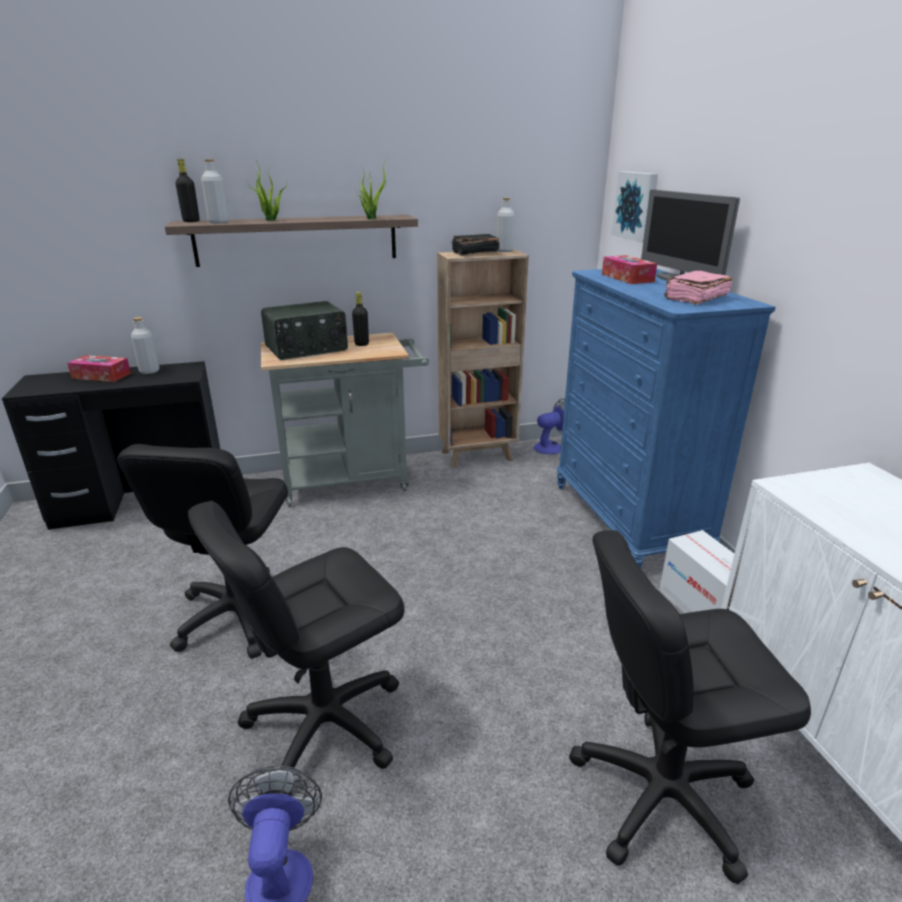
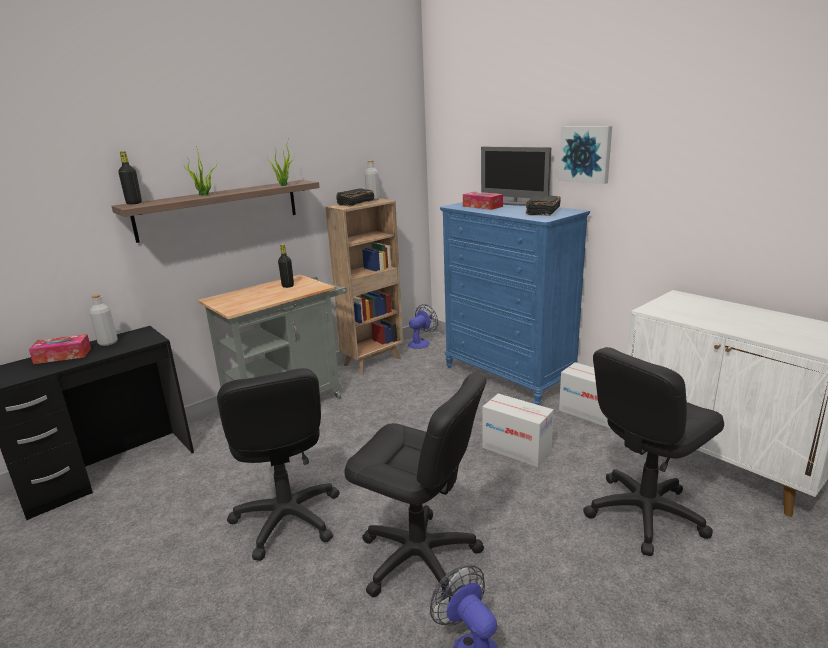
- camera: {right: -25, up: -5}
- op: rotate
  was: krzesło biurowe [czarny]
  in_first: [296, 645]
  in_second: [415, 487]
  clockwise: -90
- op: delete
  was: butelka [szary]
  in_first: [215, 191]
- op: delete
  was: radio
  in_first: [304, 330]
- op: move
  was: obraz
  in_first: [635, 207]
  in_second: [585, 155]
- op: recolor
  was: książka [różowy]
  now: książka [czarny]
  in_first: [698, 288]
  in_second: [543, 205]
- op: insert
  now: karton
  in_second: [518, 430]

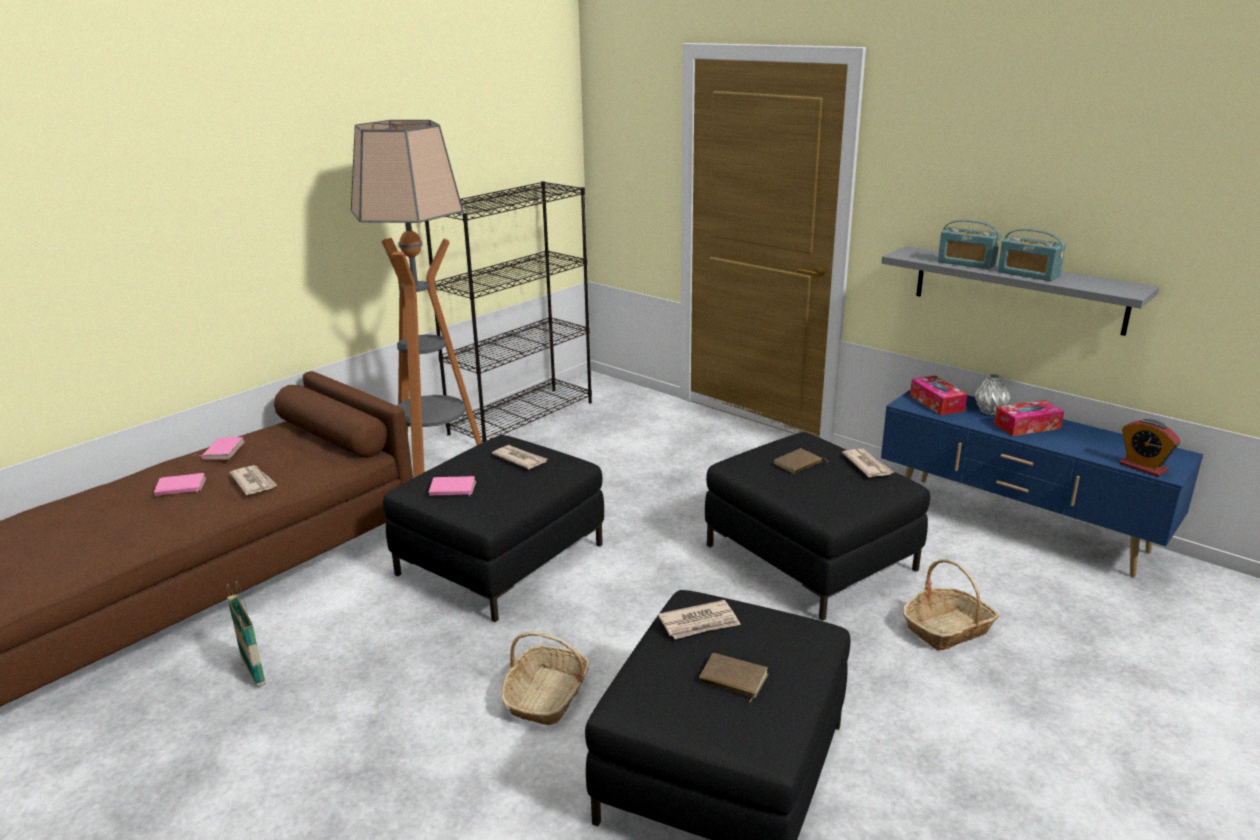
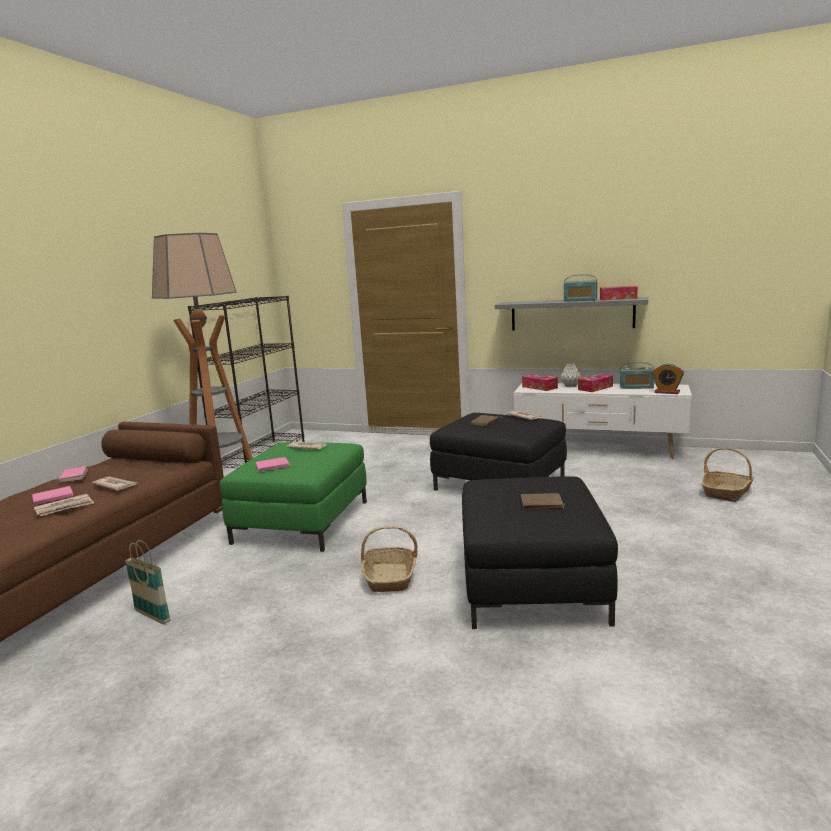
- camera: {right: -20, up: -10}
- op: recolor
  was: pufa [czarny]
  now: pufa [zielony]
  in_first: [493, 528]
  in_second: [293, 497]
- op: move
  was: gazeta
  in_first: [699, 619]
  in_second: [64, 505]
- op: recolor
  was: szafka pod telewizor [niebieski]
  now: szafka pod telewizor [biały]
  in_first: [1042, 483]
  in_second: [603, 421]
- op: move
  was: koszyk
  in_first: [951, 605]
  in_second: [727, 475]
- op: move
  was: radio
  in_first: [969, 244]
  in_second: [637, 375]
- op: insert
  now: pudełko chusteczek
  in_second: [619, 293]

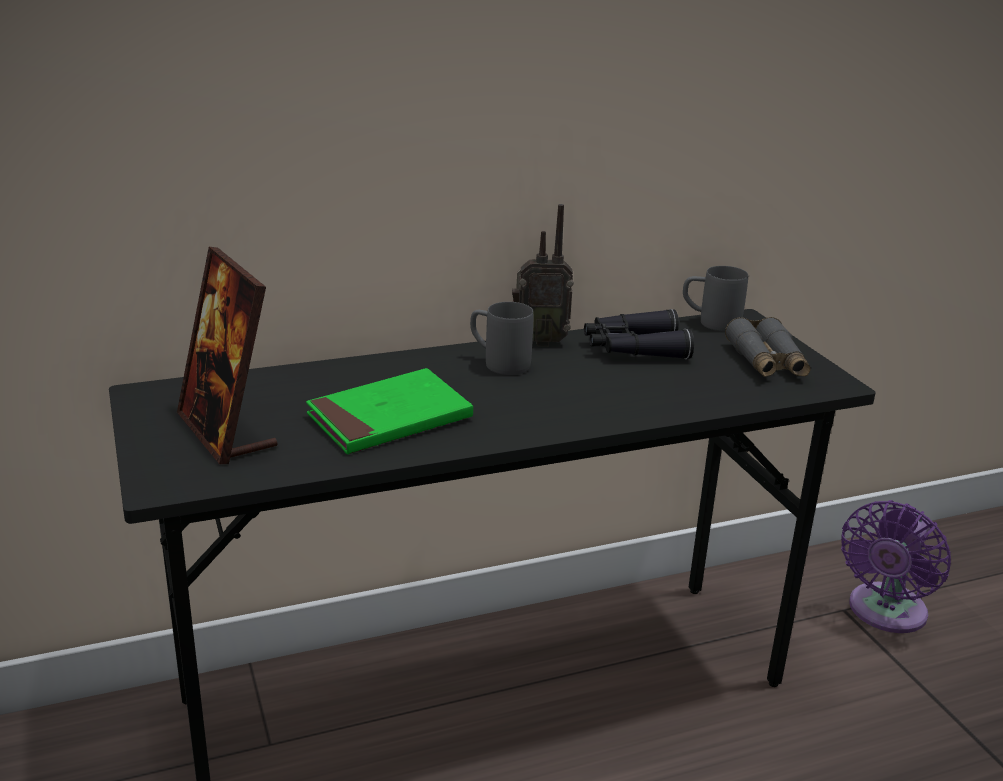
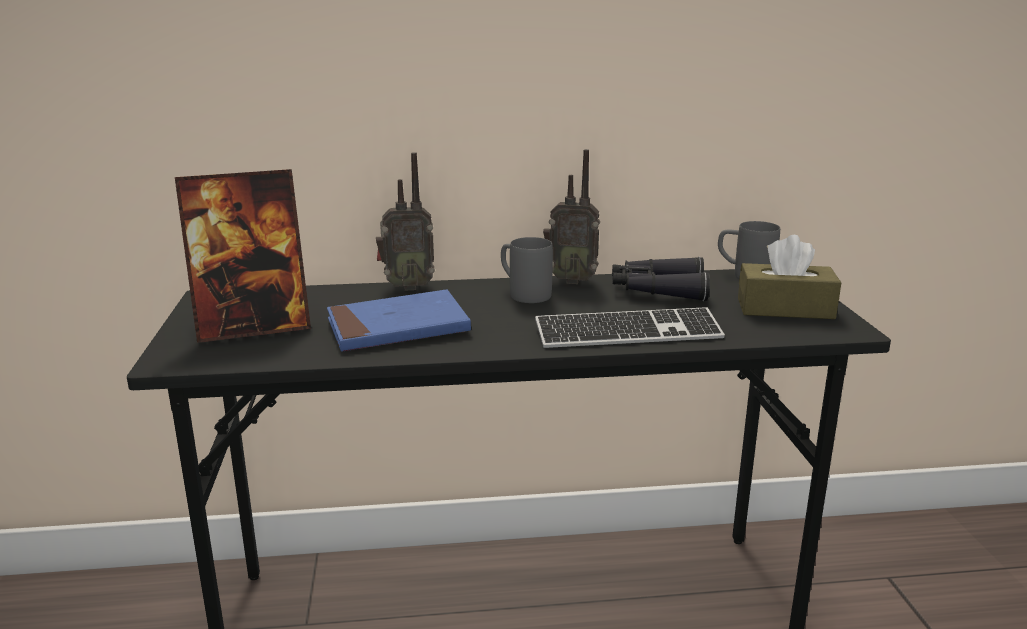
- camera: {right: 15, up: -5}
- op: rotate
  was: ramka na zdjęcie
  in_first: [227, 355]
  in_second: [243, 256]
  clockwise: -90
- op: recolor
  was: książka [zielony]
  now: książka [niebieski]
  in_first: [389, 411]
  in_second: [399, 321]
- op: replace
  was: lornetka [szary]
  now: pudełko chusteczek [brązowy]
  in_first: [768, 347]
  in_second: [789, 277]
- op: delete
  was: wentylator [fioletowy]
  in_first: [896, 566]
- op: insert
  now: radio
  in_second: [405, 221]
- op: insert
  now: klawiatura
  in_second: [630, 327]

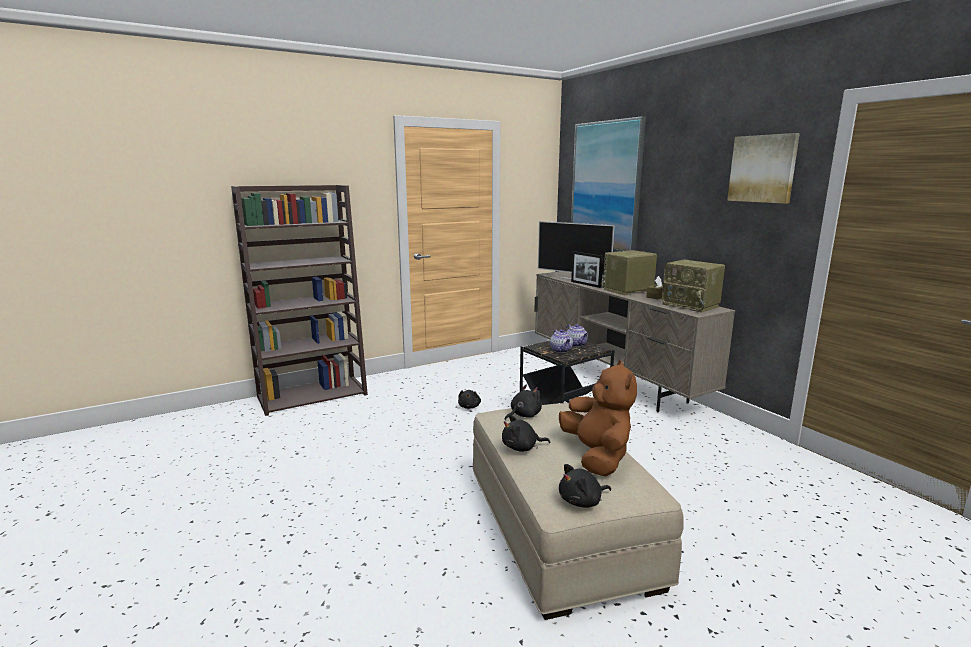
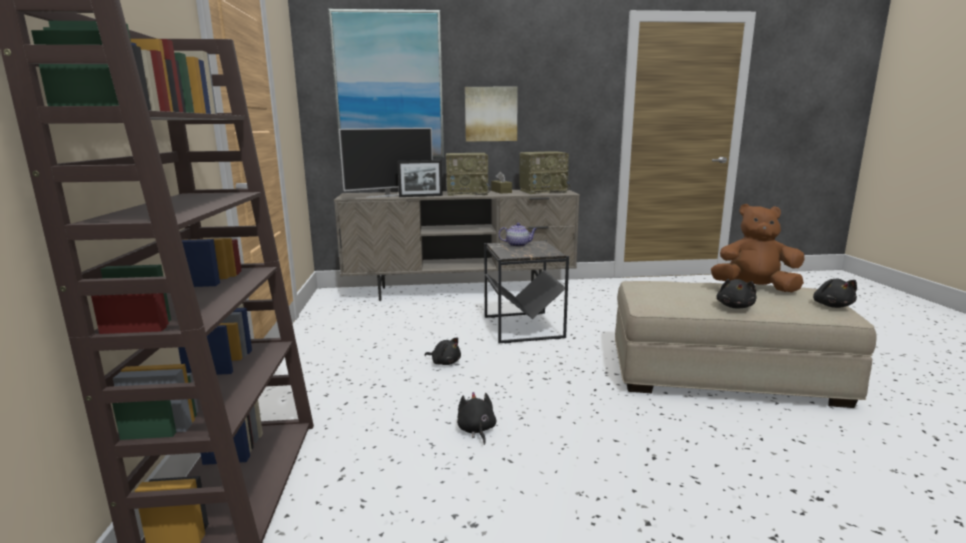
- camera: {right: -65, up: 0}
- op: move
  was: pluszak [czarny]
  in_first: [523, 402]
  in_second: [476, 418]
- op: delete
  was: imbryk
  in_first: [561, 341]
- op: rotate
  was: radio
  in_first: [629, 272]
  in_second: [468, 174]
  clockwise: -90
- op: move
  was: obraz
  in_first: [763, 168]
  in_second: [491, 114]

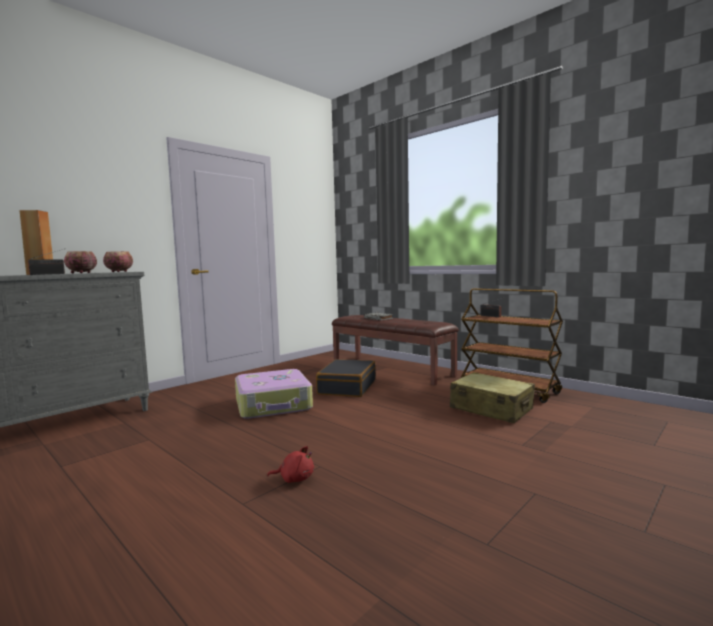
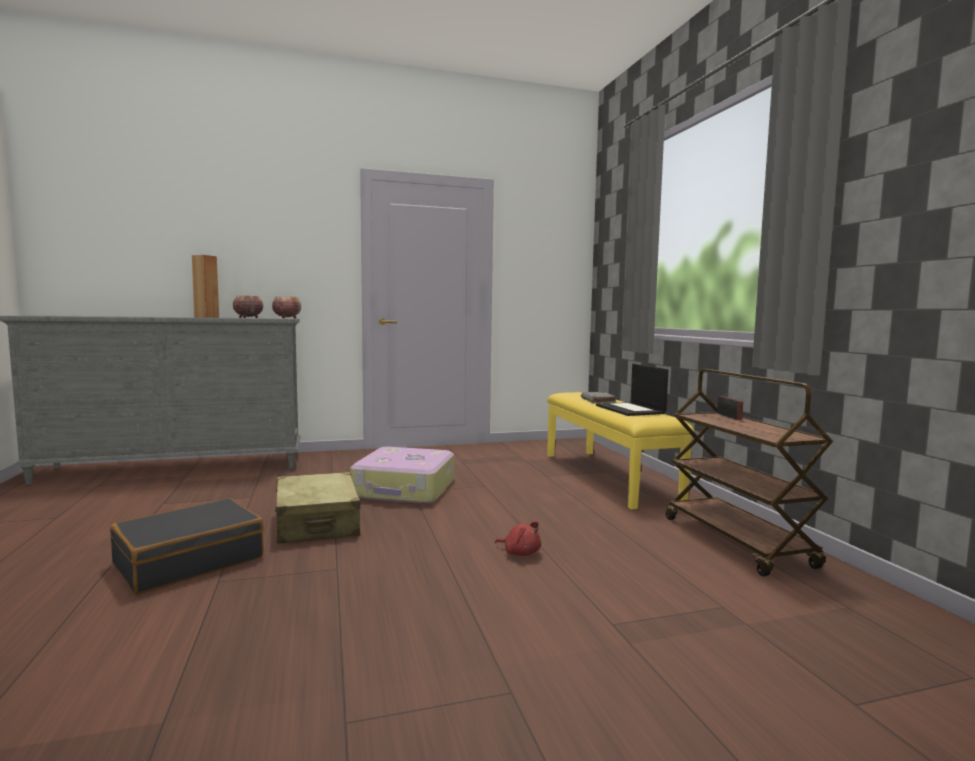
- camera: {right: 30, up: 0}
- op: delete
  was: radio
  in_first: [46, 262]
- op: move
  was: pluszak [czerwony]
  in_first: [290, 464]
  in_second: [518, 538]
- op: move
  was: walizka [czarny]
  in_first: [346, 378]
  in_second: [187, 546]
- op: recolor
  was: ławka [brązowy]
  now: ławka [żółty]
  in_first: [395, 350]
  in_second: [621, 451]
- op: move
  was: walizka [beżowy]
  in_first: [492, 397]
  in_second: [318, 508]
- op: insert
  now: laptop
  in_second: [632, 390]

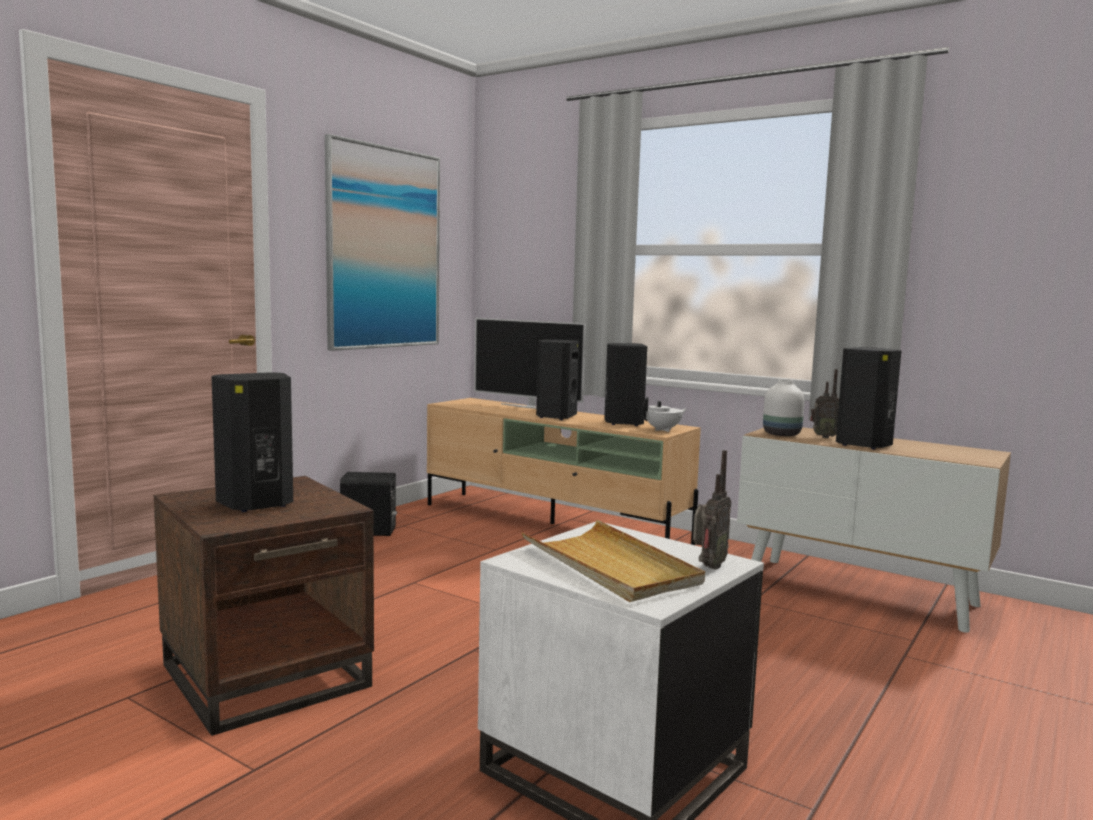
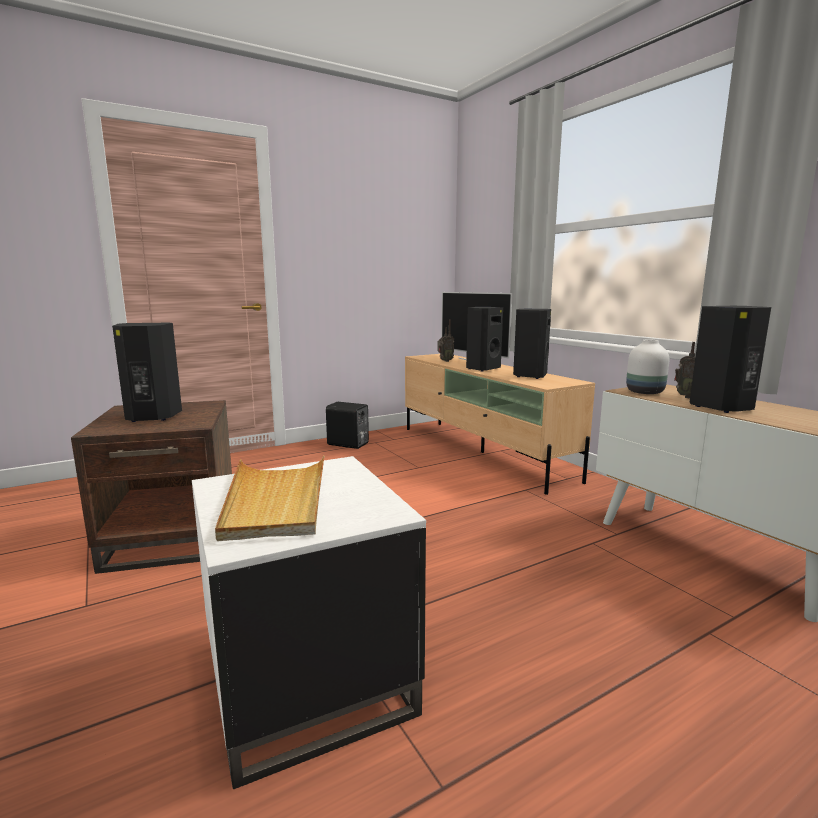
- camera: {right: 25, up: 5}
- op: delete
  was: obraz
  in_first: [382, 242]
- op: delete
  was: imbryk [biały]
  in_first: [664, 414]
- op: move
  was: radio
  in_first: [712, 510]
  in_second: [445, 340]

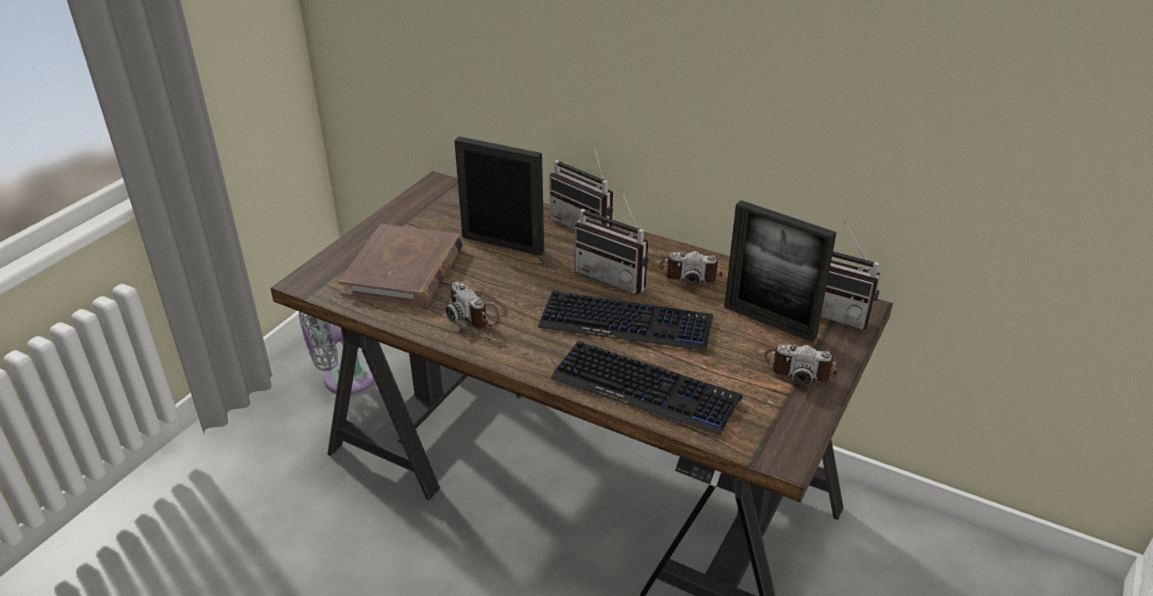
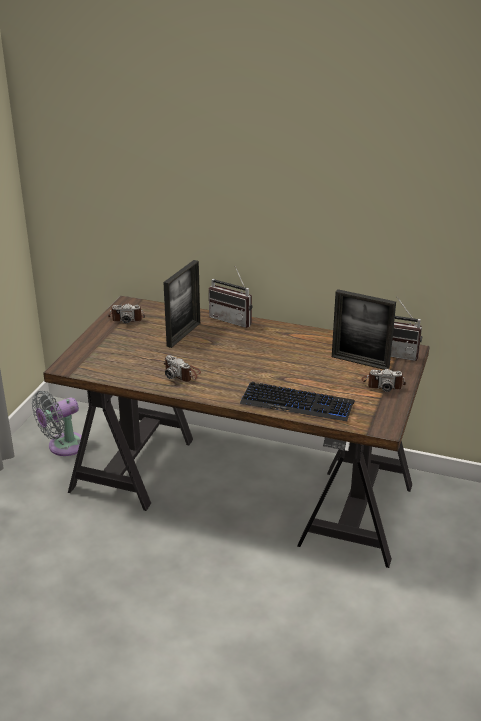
- camera: {right: -10, up: -5}
- op: delete
  was: książka [brązowy]
  in_first: [401, 265]
- op: rotate
  was: ramka na zdjęcie
  in_first: [499, 196]
  in_second: [181, 304]
  clockwise: 105
- op: delete
  was: klawiatura
  in_first: [625, 321]
- op: delete
  was: radio
  in_first: [612, 241]
- op: move
  was: aparat fotograficzny
  in_first: [690, 268]
  in_second: [126, 313]

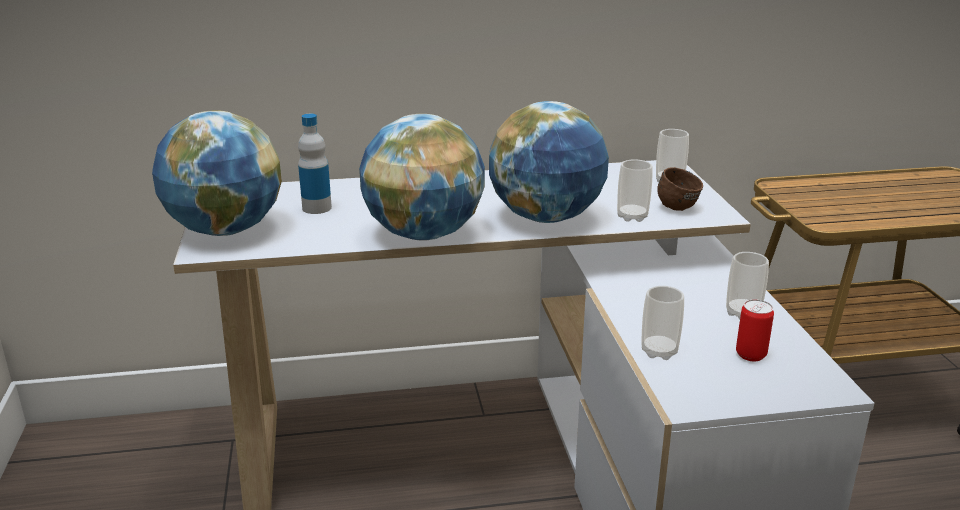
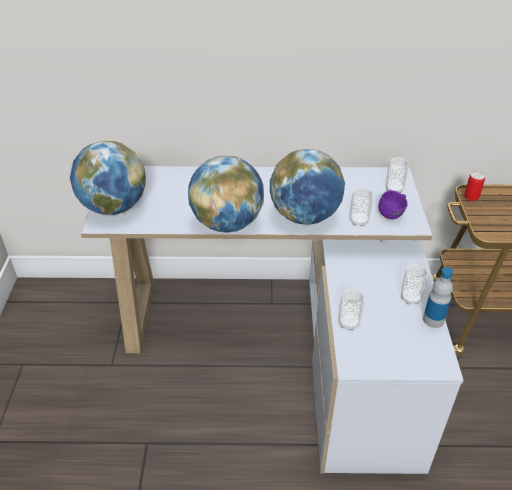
- camera: {right: 10, up: 15}
- op: move
  was: butelka
  in_first: [315, 164]
  in_second: [438, 297]
- op: recolor
  was: kubek [brązowy]
  now: kubek [fioletowy]
  in_first: [680, 189]
  in_second: [393, 204]
- op: move
  was: puszka
  in_first: [755, 330]
  in_second: [474, 186]

